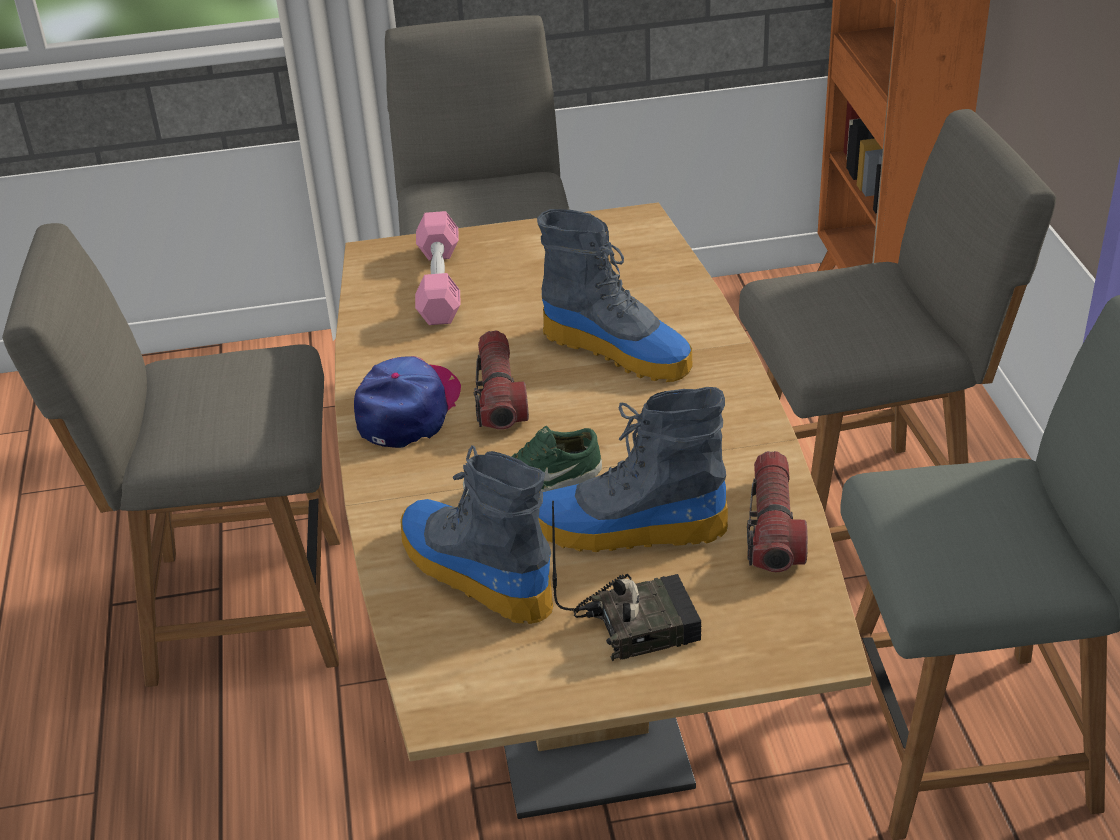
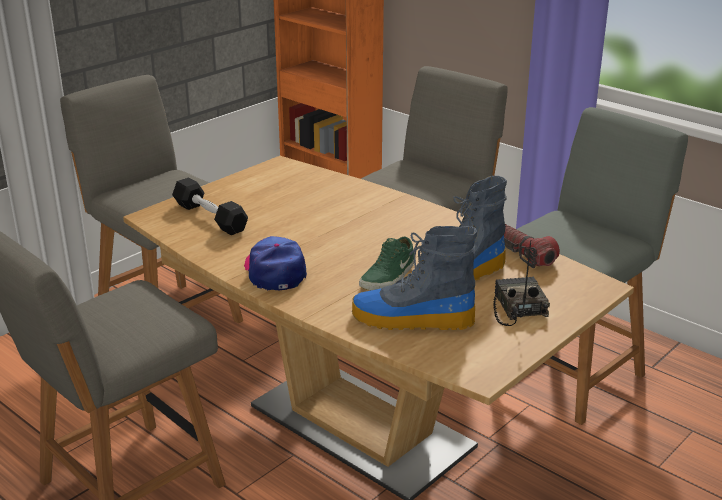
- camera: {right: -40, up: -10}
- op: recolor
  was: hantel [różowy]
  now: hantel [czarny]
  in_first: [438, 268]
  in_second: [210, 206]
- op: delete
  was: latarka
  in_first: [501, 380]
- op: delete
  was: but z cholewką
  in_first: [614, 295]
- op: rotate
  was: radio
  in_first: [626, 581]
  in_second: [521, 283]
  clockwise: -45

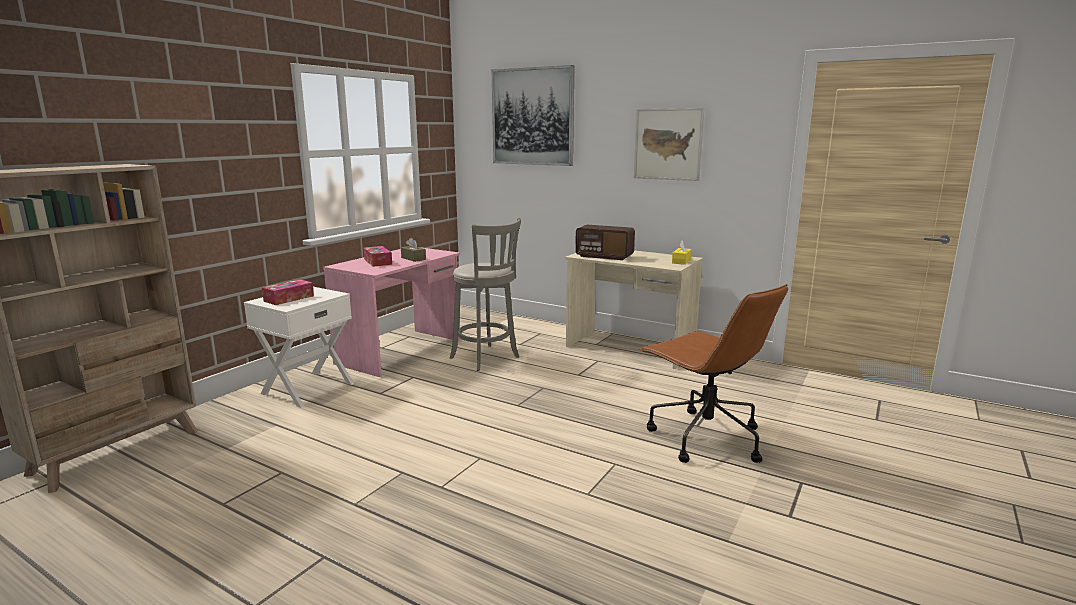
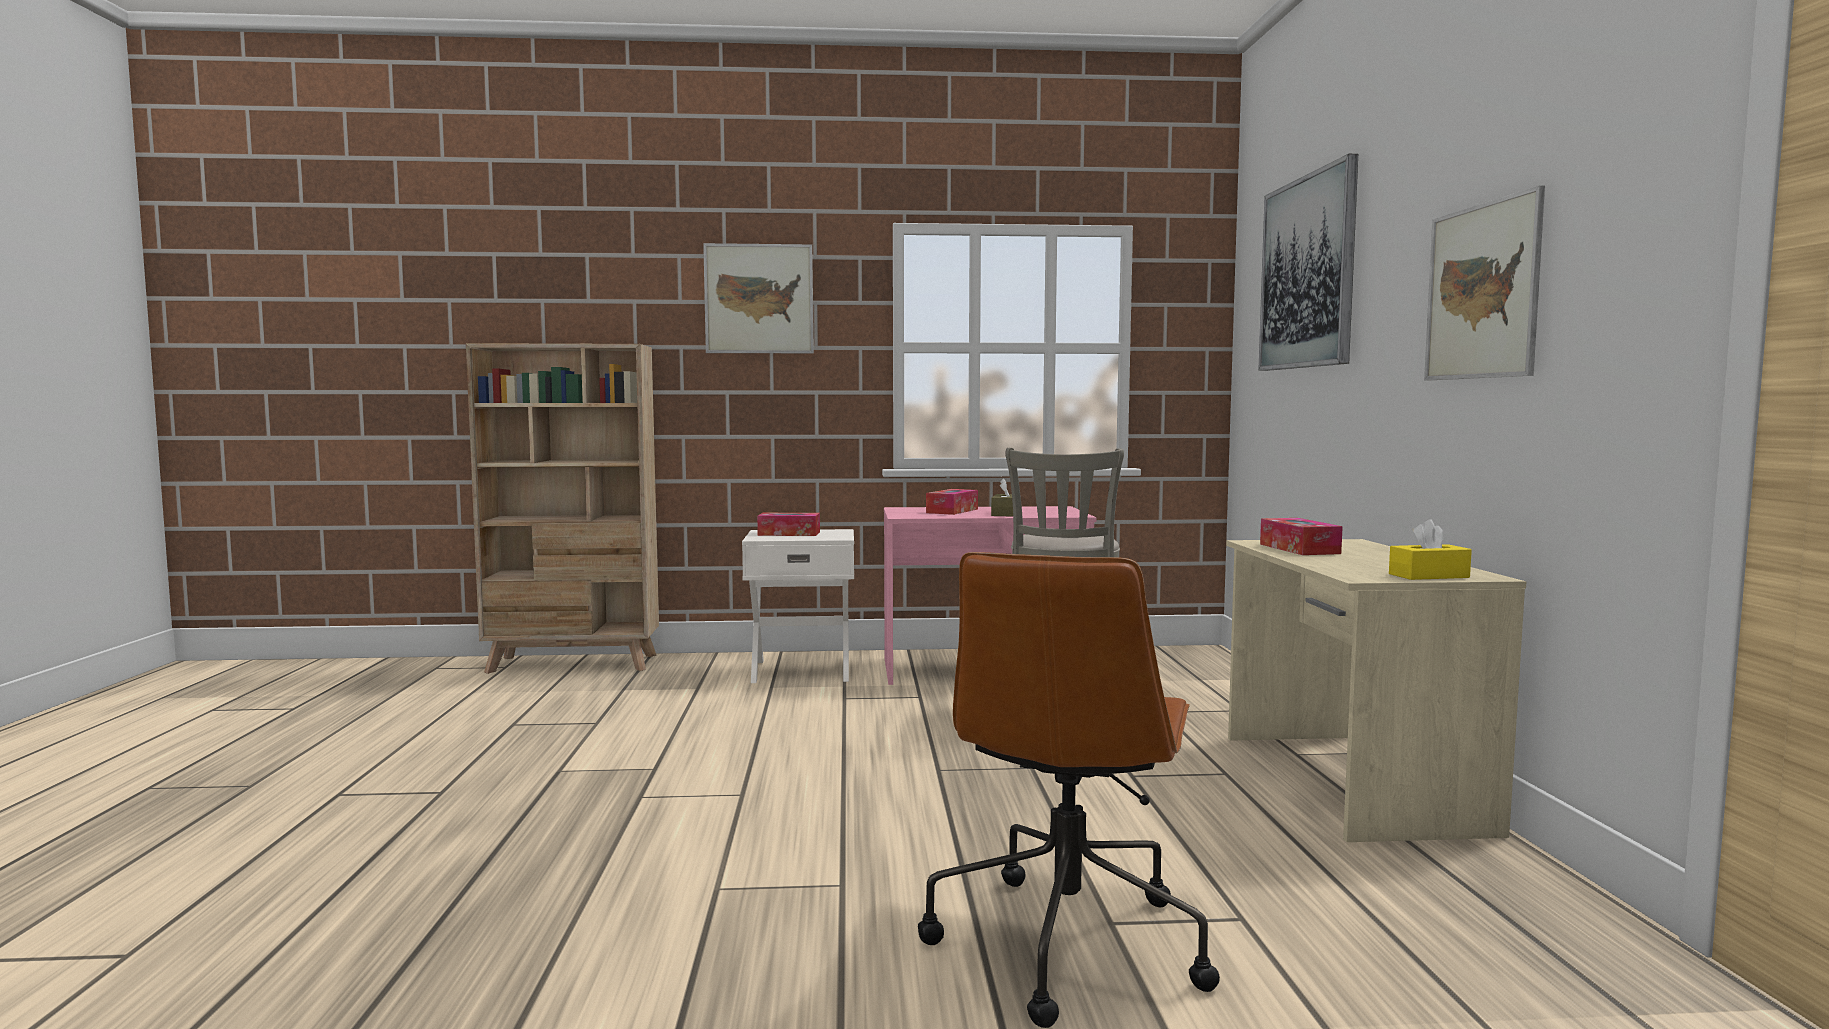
- camera: {right: 55, up: -10}
- op: replace
  was: radio
  now: pudełko chusteczek
  in_first: [605, 242]
  in_second: [1301, 536]
- op: insert
  now: obraz
  in_second: [758, 298]

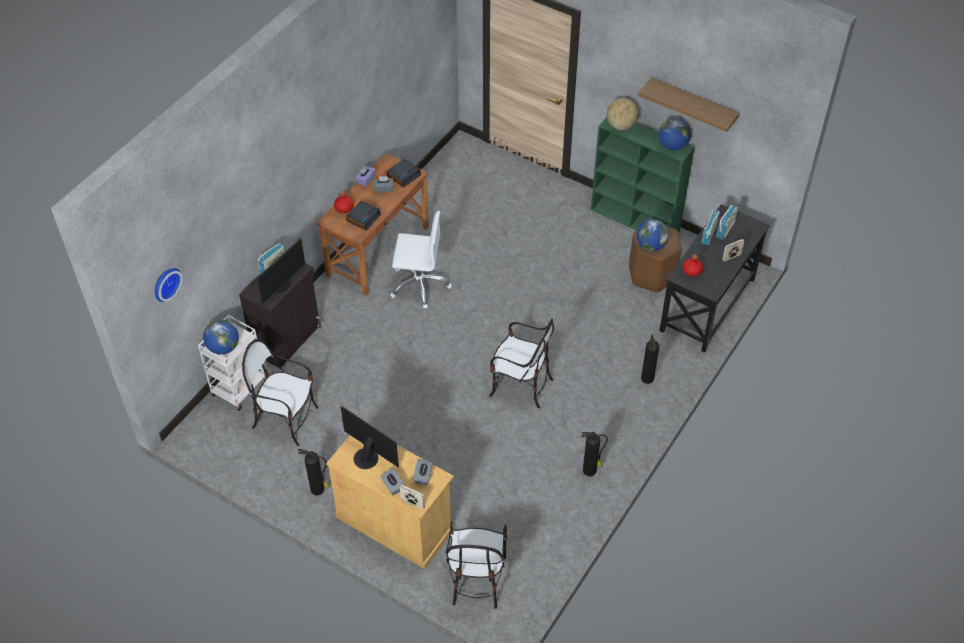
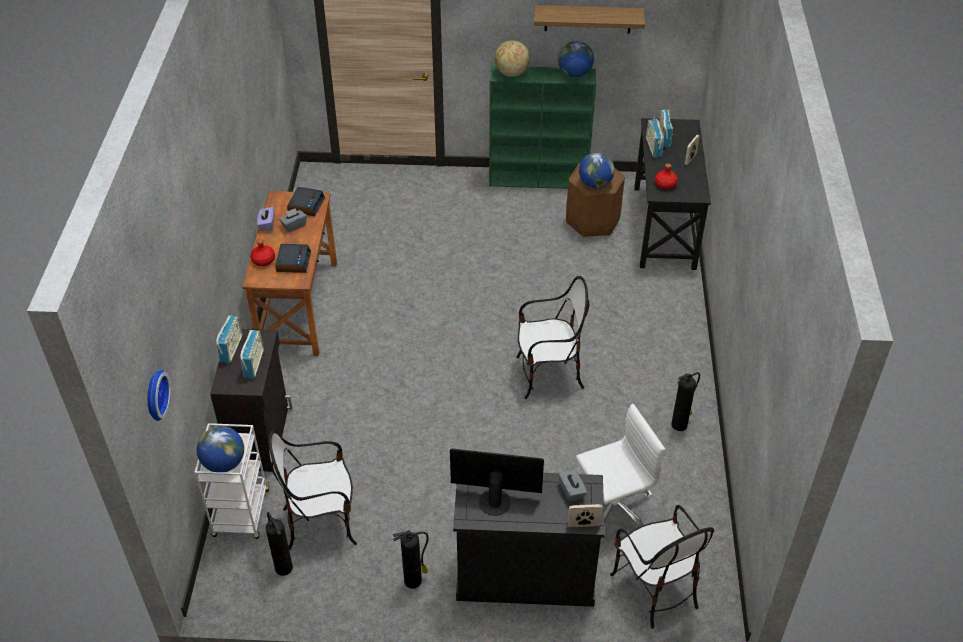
- camera: {right: -30, up: -5}
- op: replace
  was: monitor
  now: radio
  in_first: [281, 270]
  in_second: [252, 354]
- op: recolor
  was: szafka [beżowy]
  now: szafka [czarny]
  in_first: [390, 502]
  in_second: [529, 540]
- op: delete
  was: pudełko chusteczek [szary]
  in_first: [393, 481]
- op: move
  was: krzesło biurowe [biały]
  in_first: [421, 259]
  in_second: [620, 465]
- op: move
  was: gaśnica
  in_first: [650, 359]
  in_second: [279, 544]

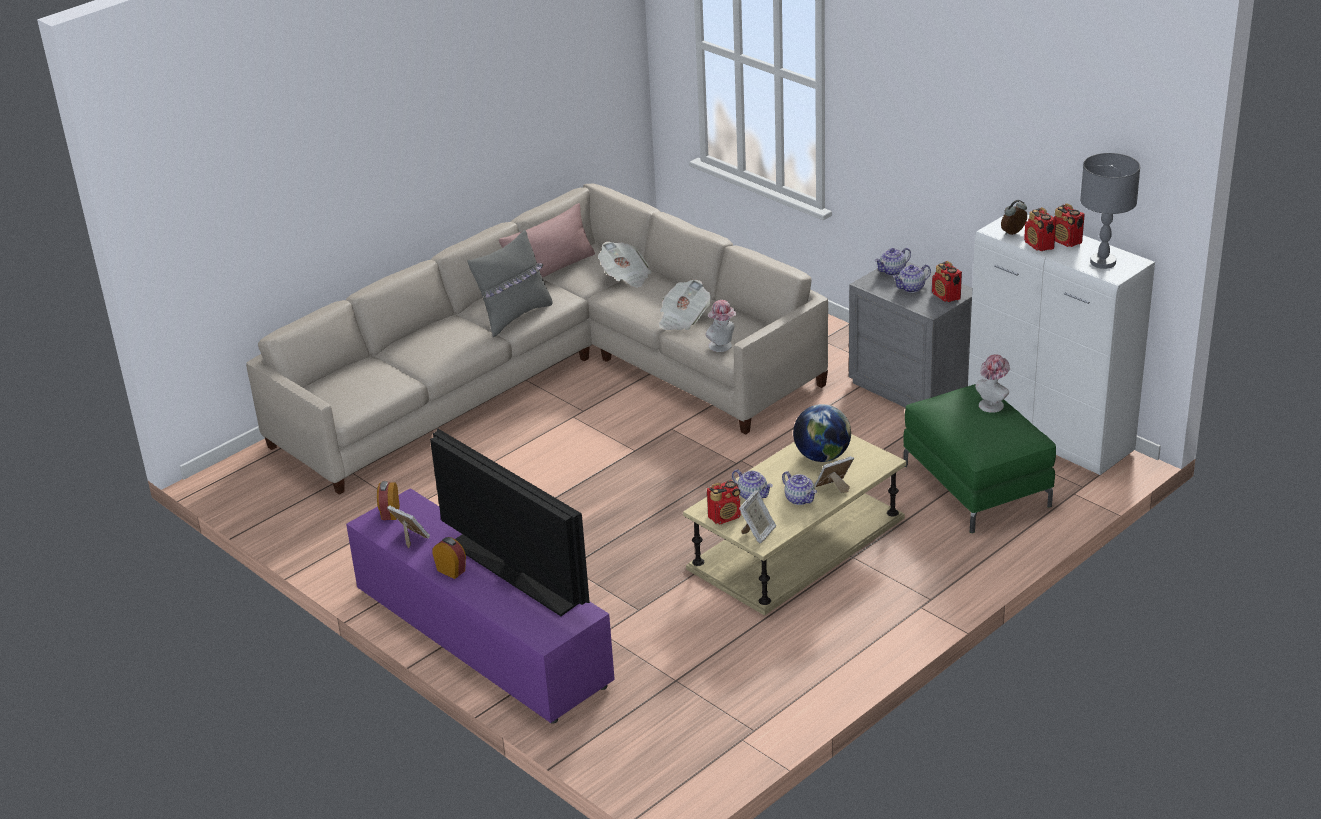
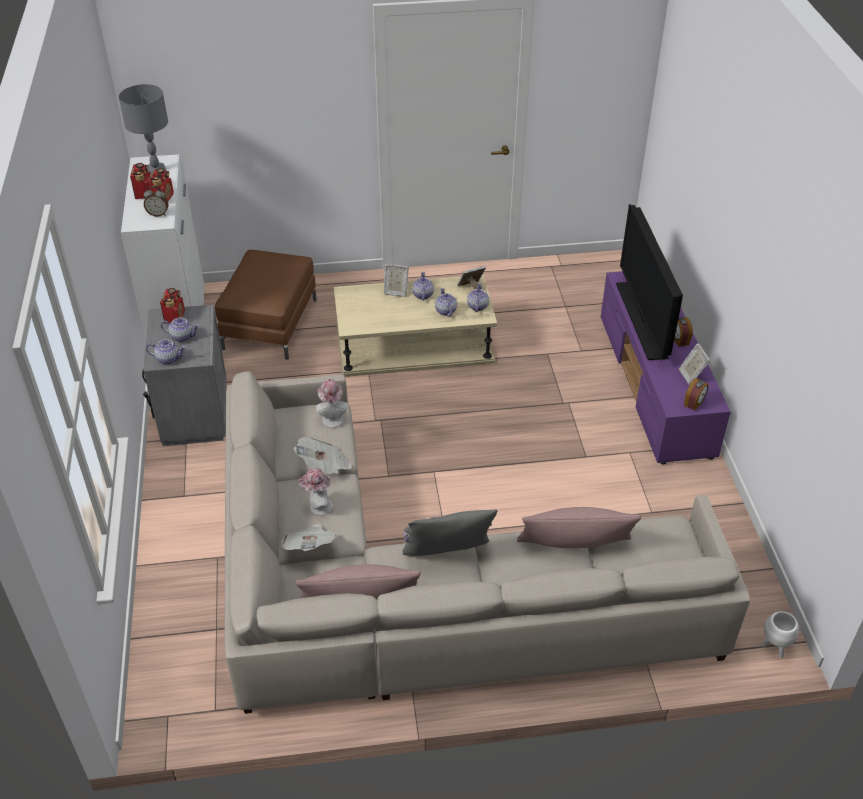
- camera: {right: -145, up: 10}
- op: replace
  was: radio
  now: imbryk
  in_first: [724, 502]
  in_second: [478, 297]
- op: delete
  was: globus
  in_first: [822, 433]
- op: recolor
  was: pufa [zielony]
  now: pufa [brązowy]
  in_first: [979, 458]
  in_second: [266, 305]
- op: move
  was: kapelusz
  in_first: [992, 383]
  in_second: [315, 491]
- op: insert
  now: poduszka [różowy]
  in_second: [579, 527]
- op: insert
  now: donica [biały]
  in_second: [780, 634]

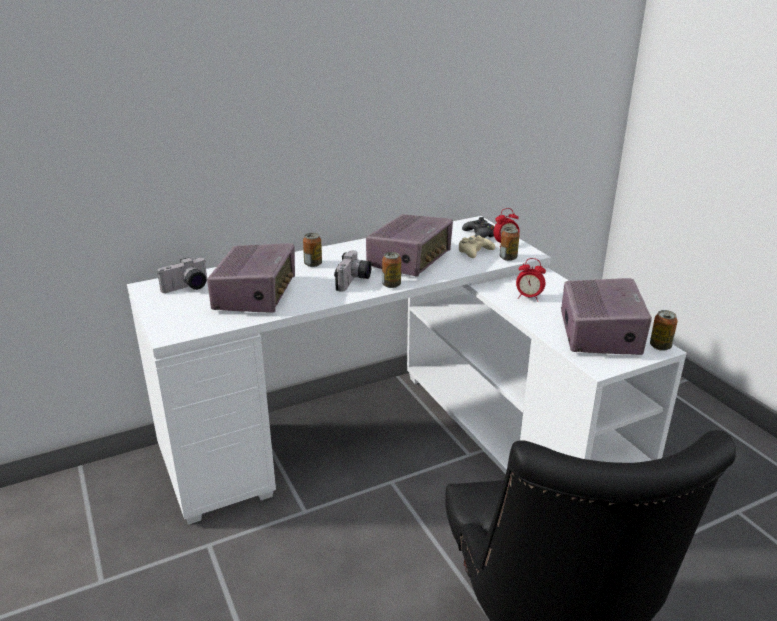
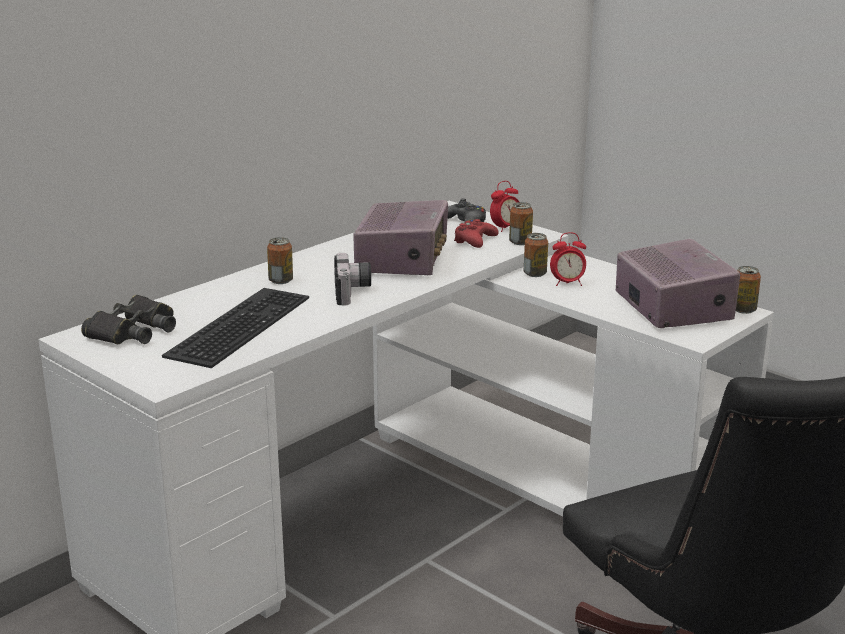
- camera: {right: -20, up: -5}
- op: replace
  was: aparat fotograficzny
  now: lornetka [czarny]
  in_first: [182, 275]
  in_second: [128, 319]
- op: replace
  was: radio
  now: klawiatura
  in_first: [251, 278]
  in_second: [235, 328]
- op: move
  was: puszka
  in_first: [391, 270]
  in_second: [535, 255]
- op: recolor
  was: pad do gier [beżowy]
  now: pad do gier [czerwony]
  in_first: [477, 246]
  in_second: [476, 233]

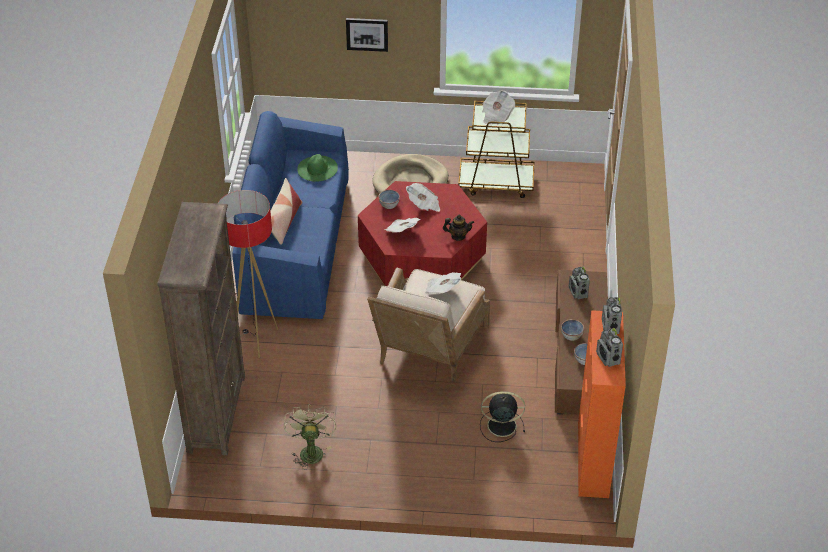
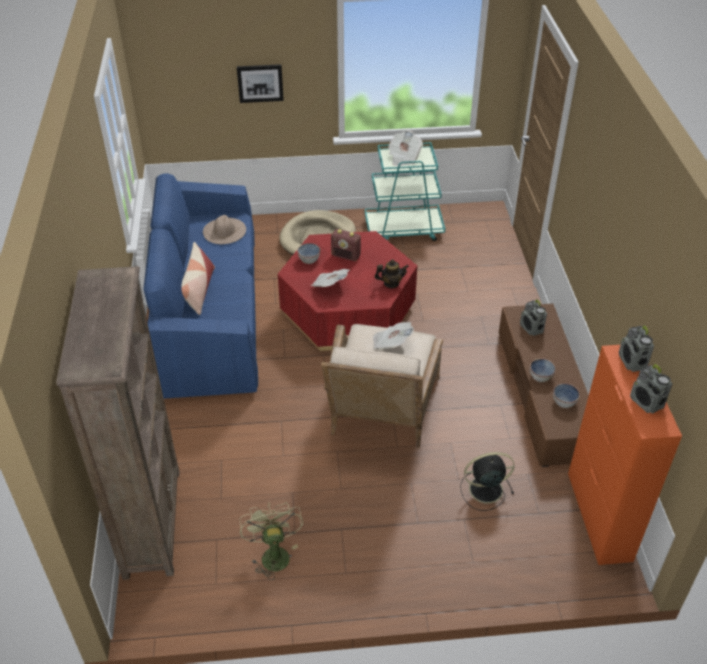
- camera: {right: -10, up: 0}
- op: delete
  was: lampa stojąca
  in_first: [247, 274]
- op: recolor
  was: kapelusz [zielony]
  now: kapelusz [beżowy]
  in_first: [317, 168]
  in_second: [224, 229]
- op: replace
  was: gazeta
  now: radio
  in_first: [423, 197]
  in_second: [346, 245]
- op: recolor
  was: wózek [brązowy]
  now: wózek [turkusowy]
  in_first: [496, 149]
  in_second: [405, 191]

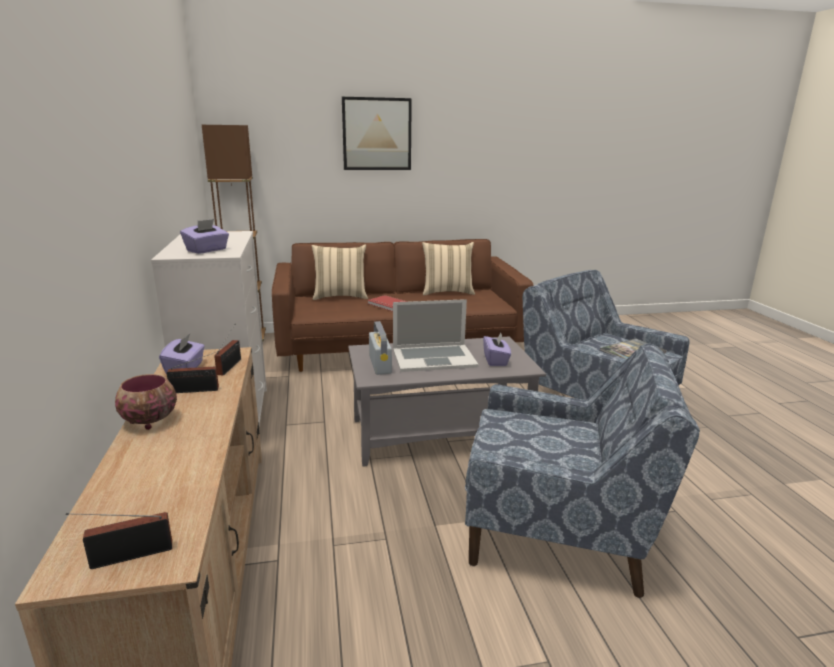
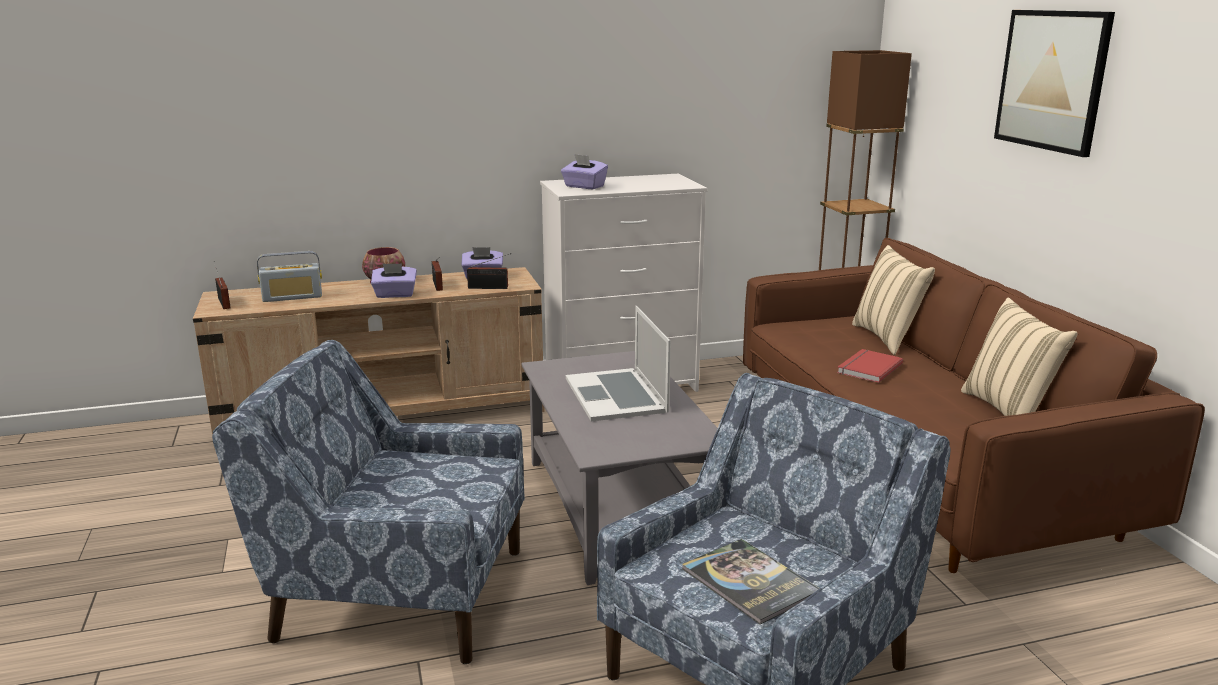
- camera: {right: 85, up: 0}
- op: move
  was: radio
  in_first: [380, 348]
  in_second: [289, 276]
- op: rotate
  was: fotel [niebieski]
  in_first: [582, 470]
  in_second: [368, 502]
  clockwise: 90
- op: move
  was: pudełko chusteczek [fioletowy]
  in_first: [497, 349]
  in_second: [394, 280]

